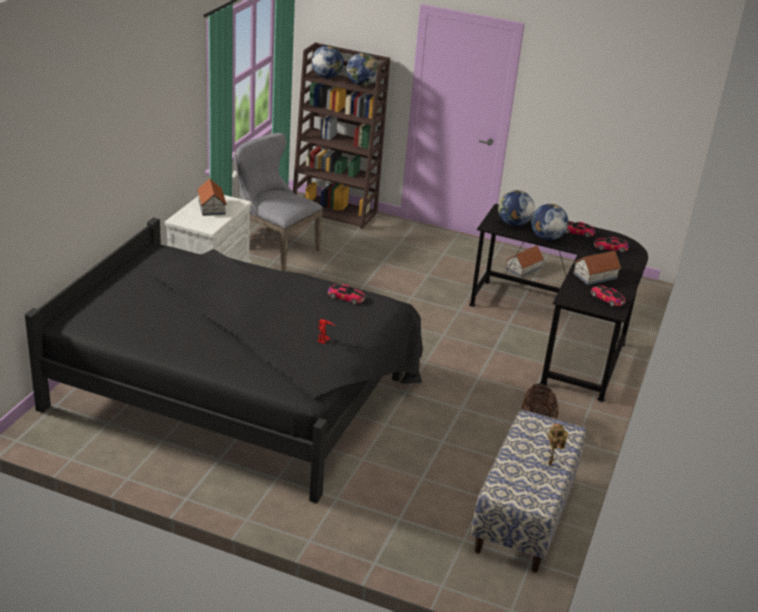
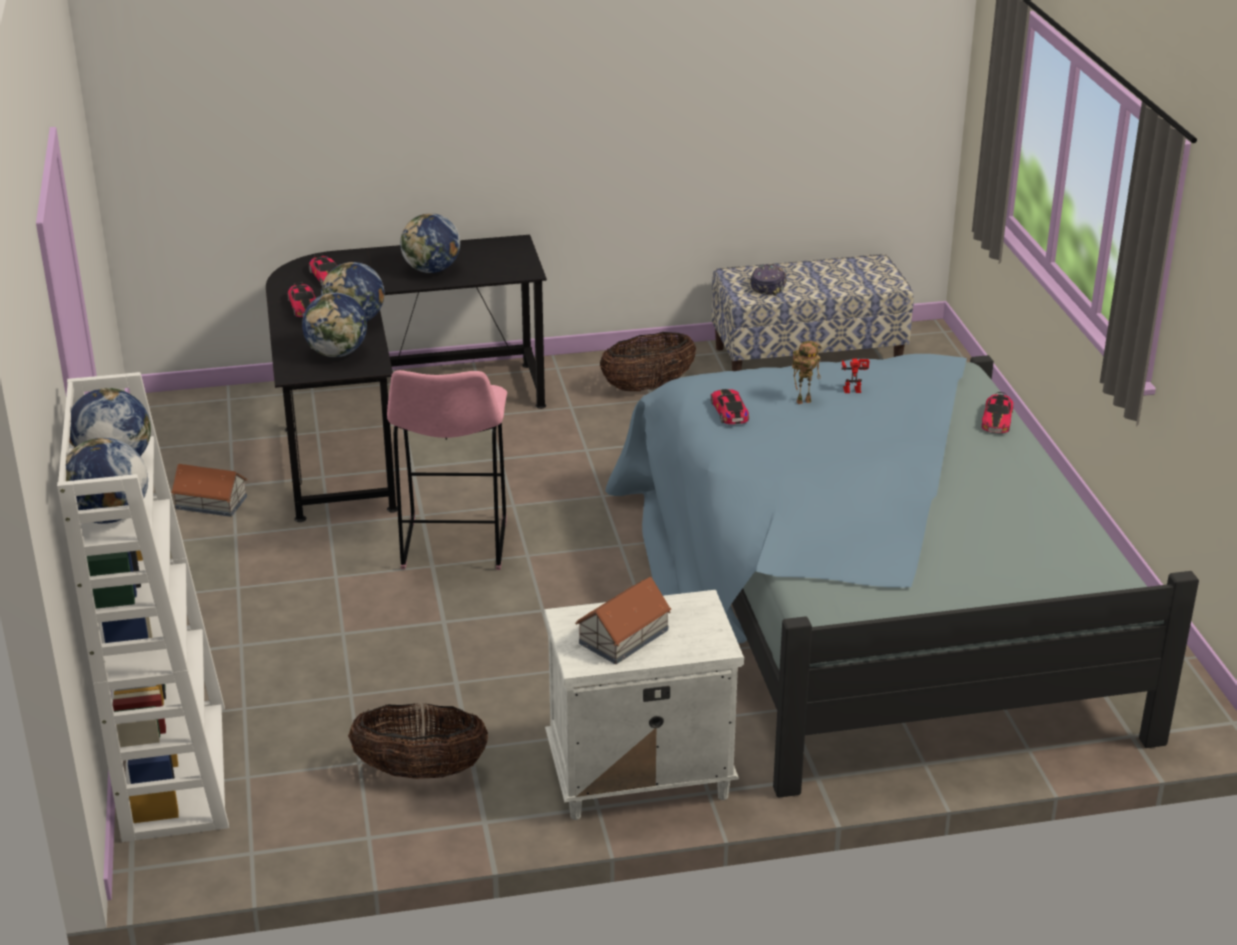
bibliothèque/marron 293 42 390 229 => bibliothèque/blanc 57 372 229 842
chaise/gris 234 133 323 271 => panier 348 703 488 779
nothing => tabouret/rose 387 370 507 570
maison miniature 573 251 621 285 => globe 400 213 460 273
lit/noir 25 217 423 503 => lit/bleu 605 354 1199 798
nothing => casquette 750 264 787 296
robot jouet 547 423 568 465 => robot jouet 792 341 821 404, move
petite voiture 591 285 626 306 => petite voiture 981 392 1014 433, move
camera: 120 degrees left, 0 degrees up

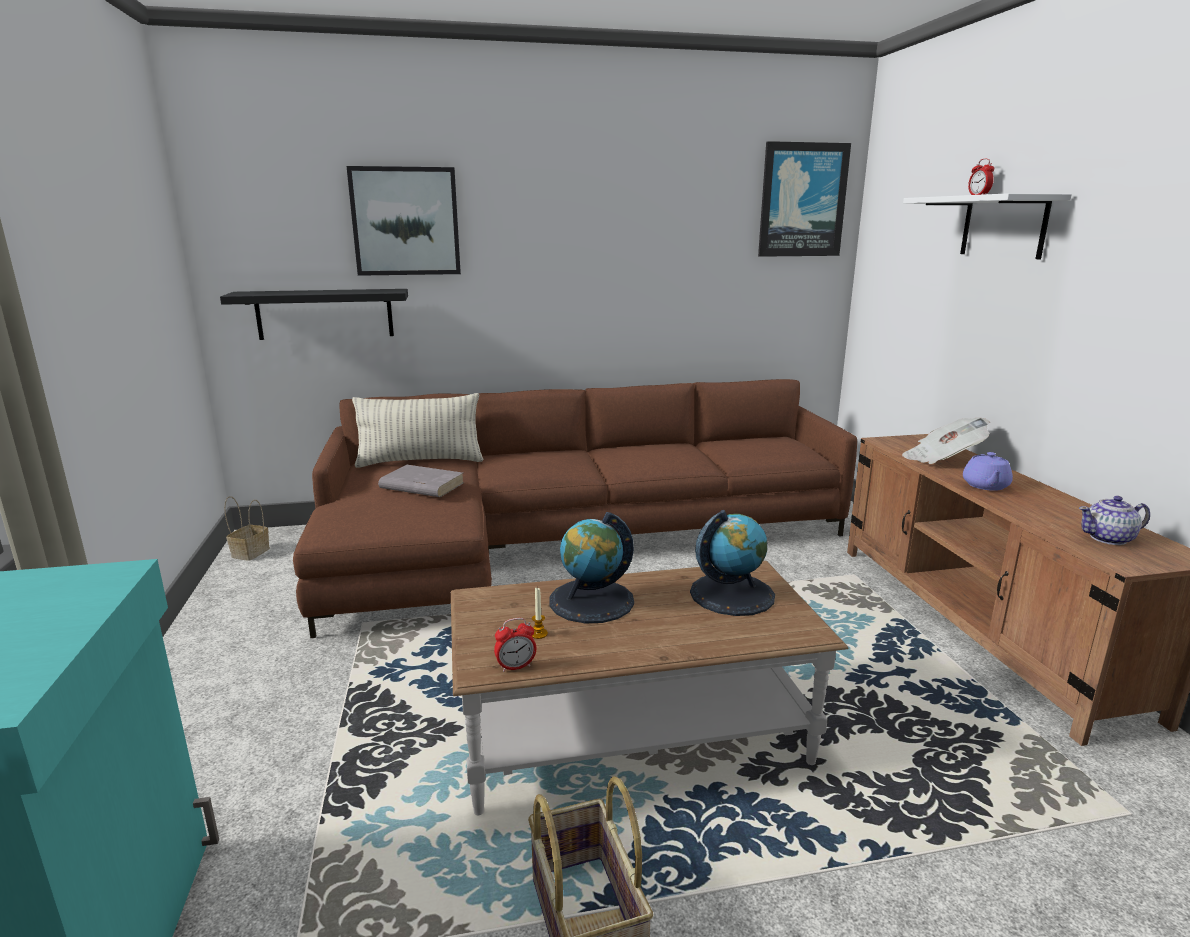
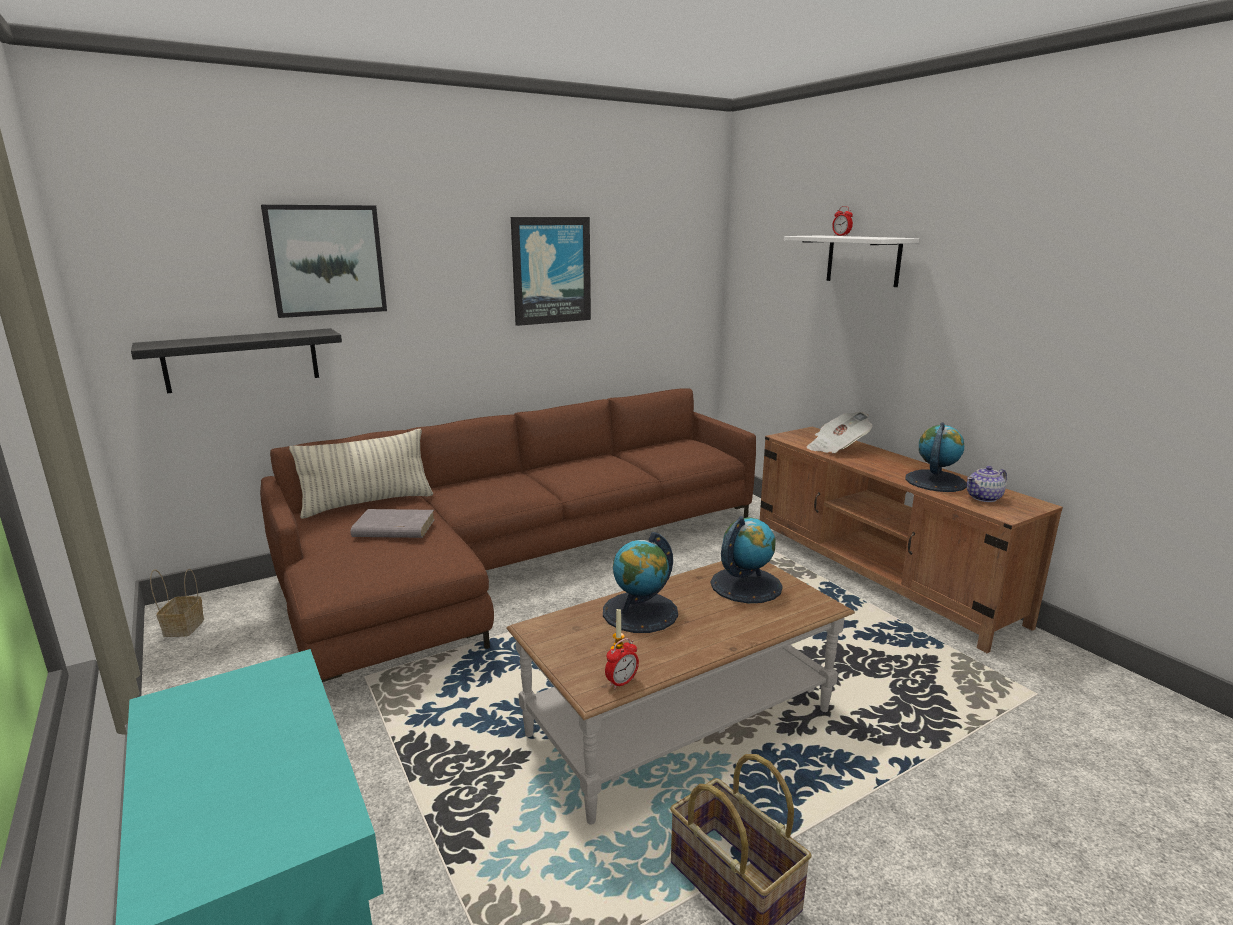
tableau 758 141 851 257 => tableau 511 217 591 326, move
nothing => globe 905 423 967 492
théière/violet 963 452 1013 491 => nothing
camera: 20 degrees left, 0 degrees up

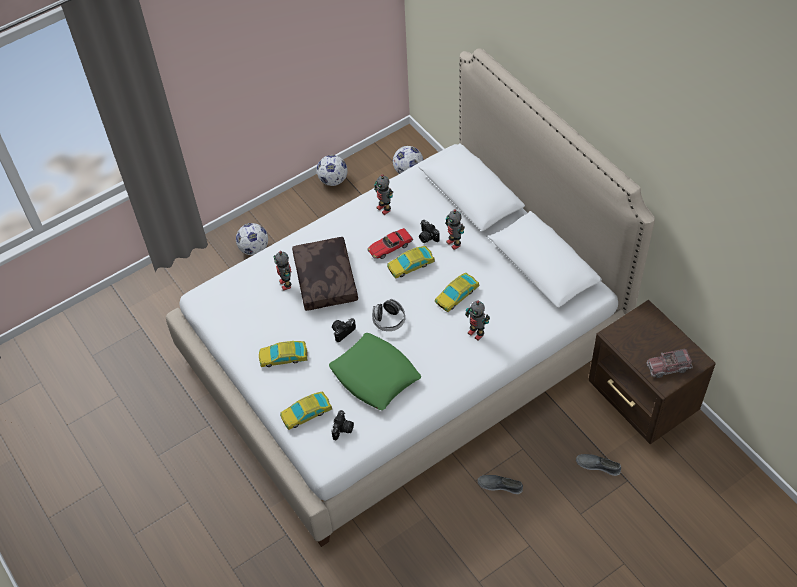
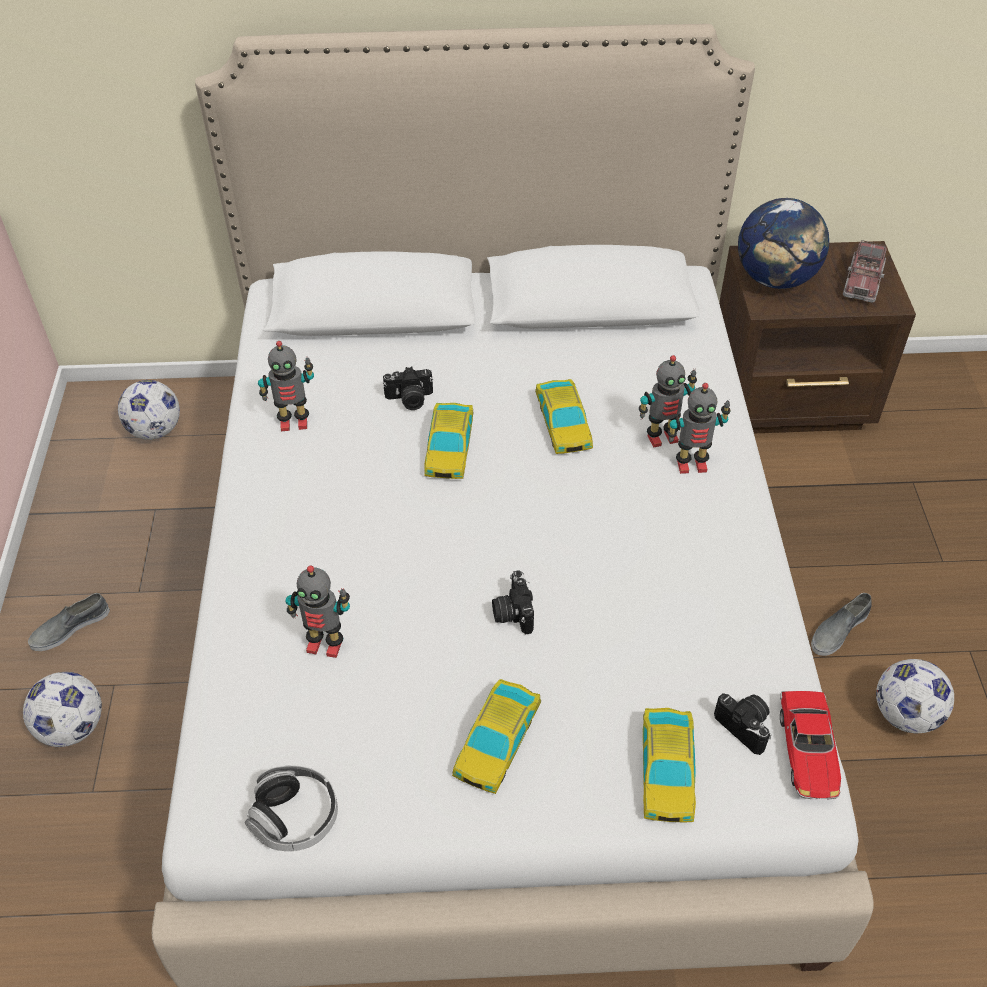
chaussure/gris 576 454 621 476 => chaussure/gris 28 593 110 651, move
casque audio 372 299 405 331 => casque audio 245 765 338 851, move
robot jouet 445 209 465 250 => robot jouet 668 383 731 474, move
nothing => globe 738 198 829 289
petite voiture 367 228 413 259 => petite voiture 780 691 841 800, move
ballon de foot 317 155 348 186 => ballon de foot 876 659 954 733, move
coussin/marron 292 237 358 311 => nothing
coussin/vert 329 333 421 410 => nothing
camera: 60 degrees left, 5 degrees down

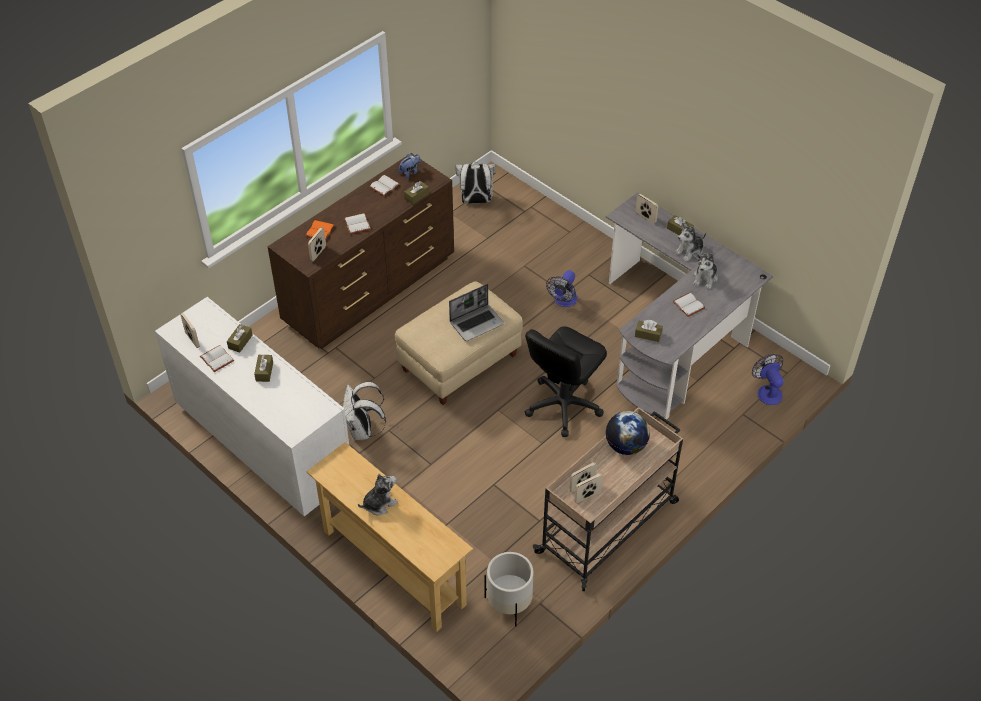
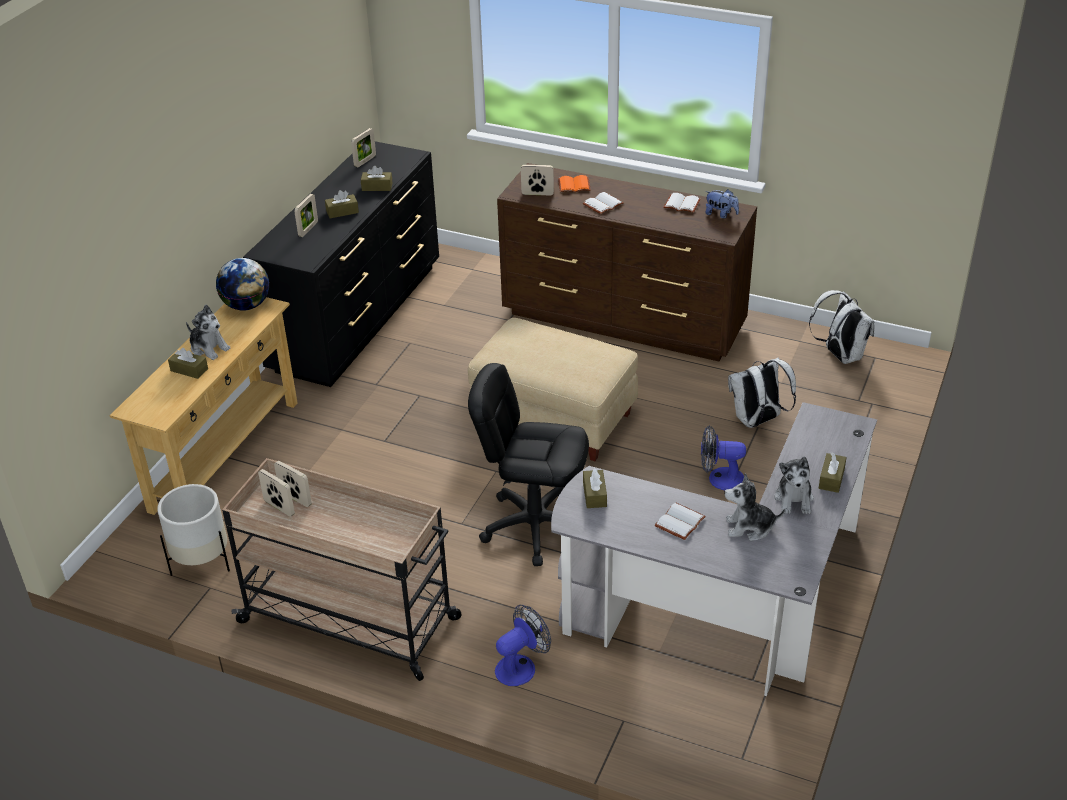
boîte à mouchoirs/marron 404 181 429 205 => boîte à mouchoirs/marron 168 348 208 379, move
globe 606 411 650 455 => globe 216 258 269 311, move
commode/blanc 155 297 349 516 => commode/noir 243 141 439 387
cadre photo 636 194 658 224 => cadre photo 294 194 318 237, move
ventilateur 752 354 784 405 => ventilateur 495 605 551 686, move
sac à dos/blanc 343 382 386 440 => sac à dos/blanc 728 358 796 428, move
peluche 675 222 706 262 => peluche 774 457 814 514, 120 degrees counterclockwise
livre/blanc 200 345 234 372 => nothing
ordinateur portable 449 284 504 341 => nothing
camera: 70 degrees right, 10 degrees down

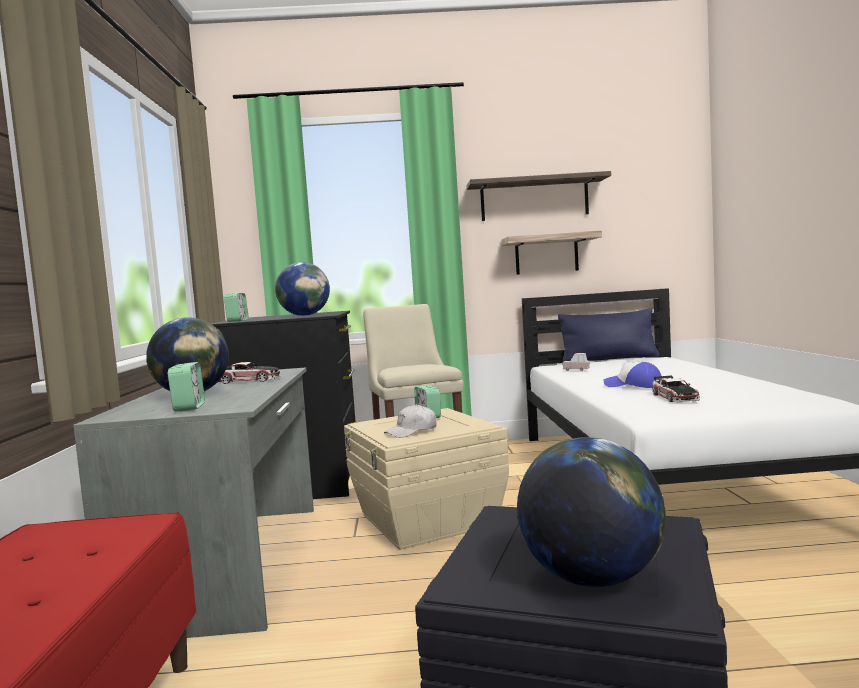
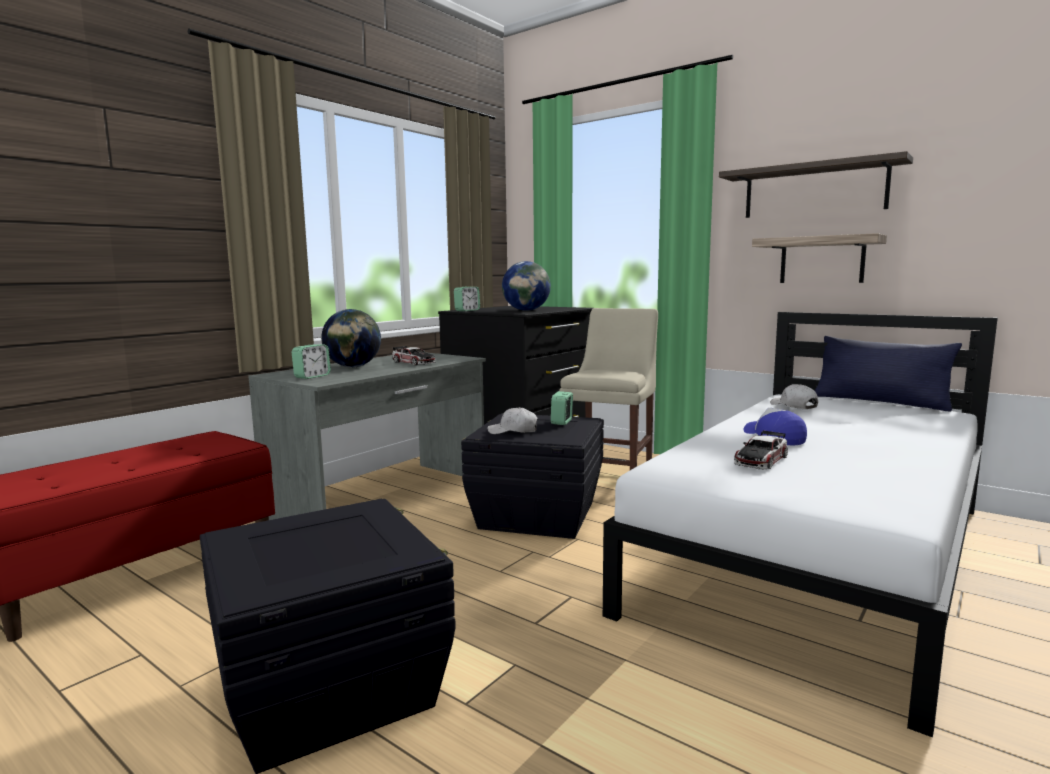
boîte de rangement/beige 344 408 509 550 => boîte de rangement/noir 461 413 604 539
petite voiture/rose 562 353 590 371 => casquette/blanc 770 384 818 409
globe 517 437 666 587 => nothing
camera: 40 degrees right, 5 degrees up

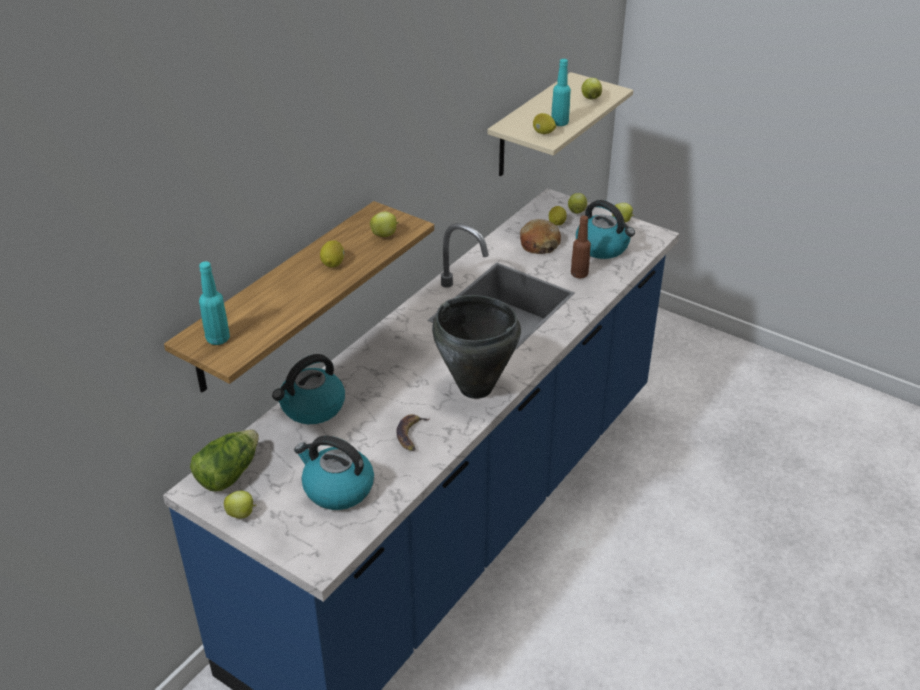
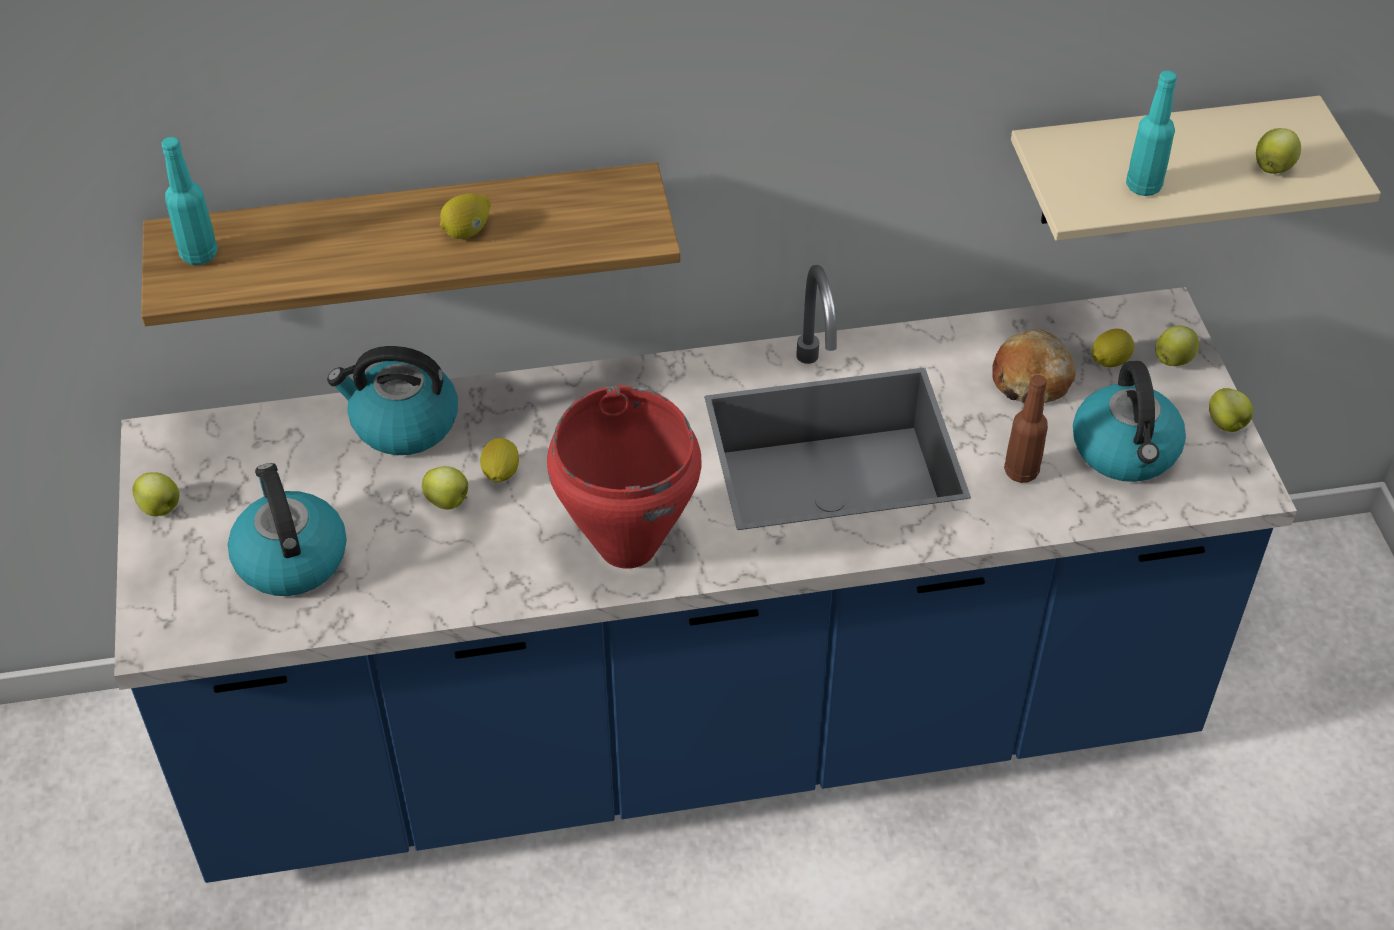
pomme 370 212 399 237 => pomme 422 466 468 510, move
citron 533 113 556 134 => citron 480 438 519 482, move
marmite/noir 432 295 521 399 => marmite/rouge 547 385 701 569
laitue 190 430 259 492 => nothing
banane 397 414 430 451 => nothing
camera: 45 degrees right, 10 degrees up

